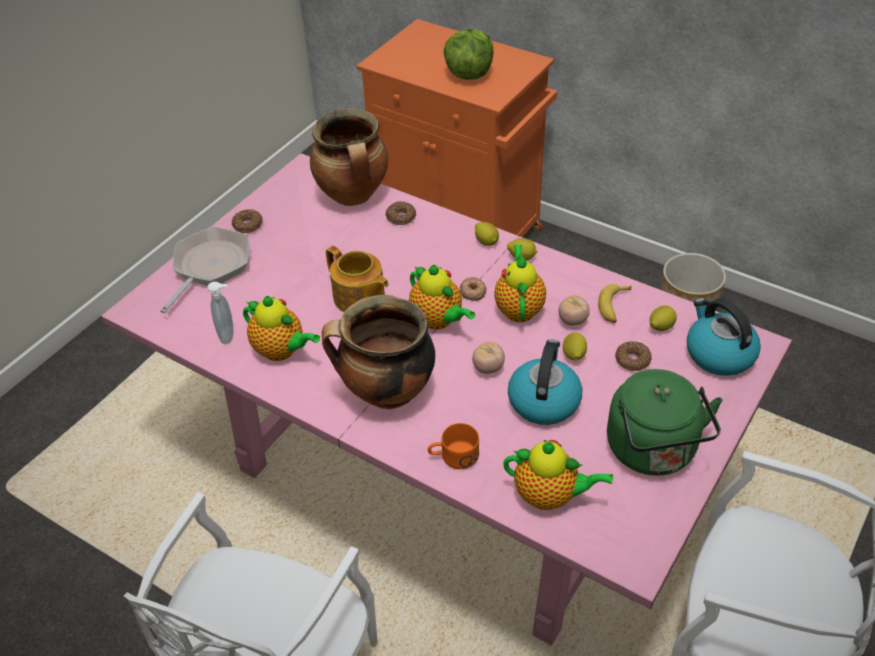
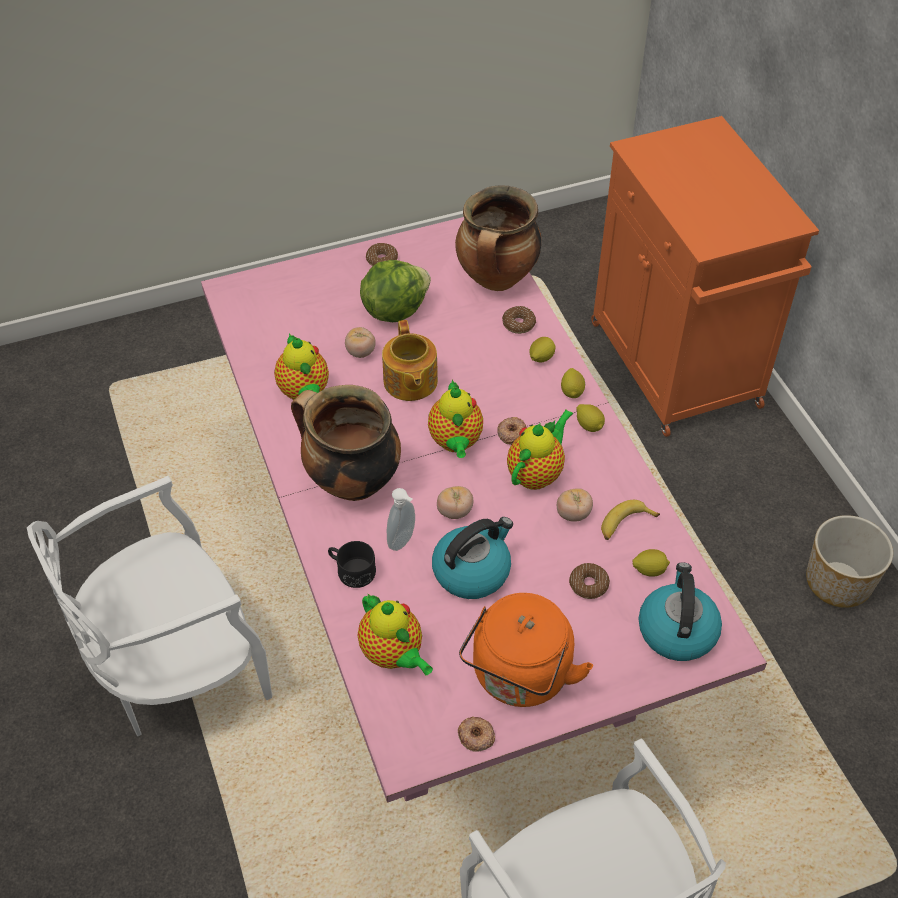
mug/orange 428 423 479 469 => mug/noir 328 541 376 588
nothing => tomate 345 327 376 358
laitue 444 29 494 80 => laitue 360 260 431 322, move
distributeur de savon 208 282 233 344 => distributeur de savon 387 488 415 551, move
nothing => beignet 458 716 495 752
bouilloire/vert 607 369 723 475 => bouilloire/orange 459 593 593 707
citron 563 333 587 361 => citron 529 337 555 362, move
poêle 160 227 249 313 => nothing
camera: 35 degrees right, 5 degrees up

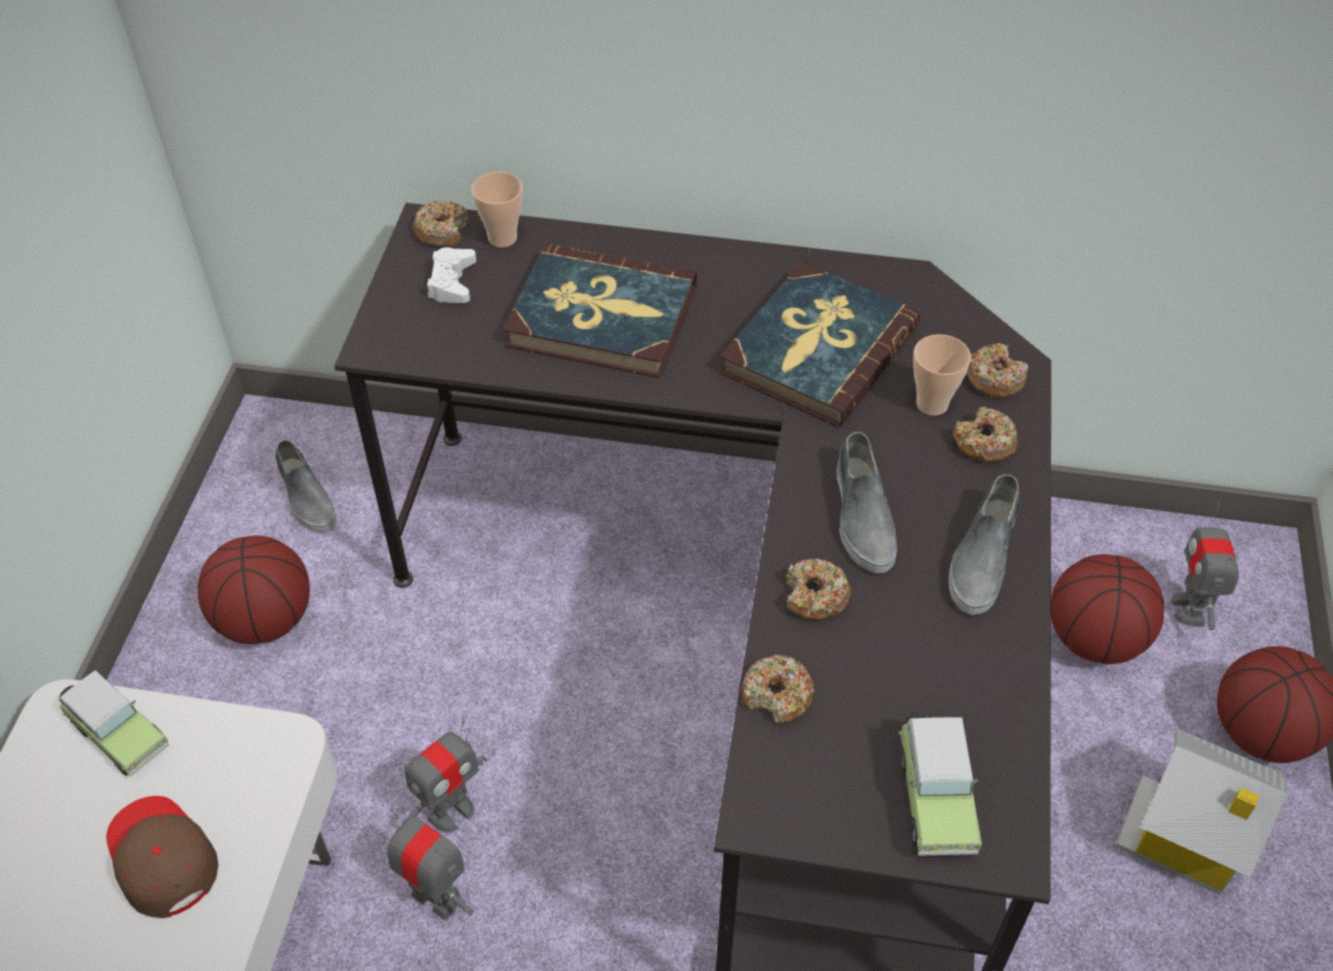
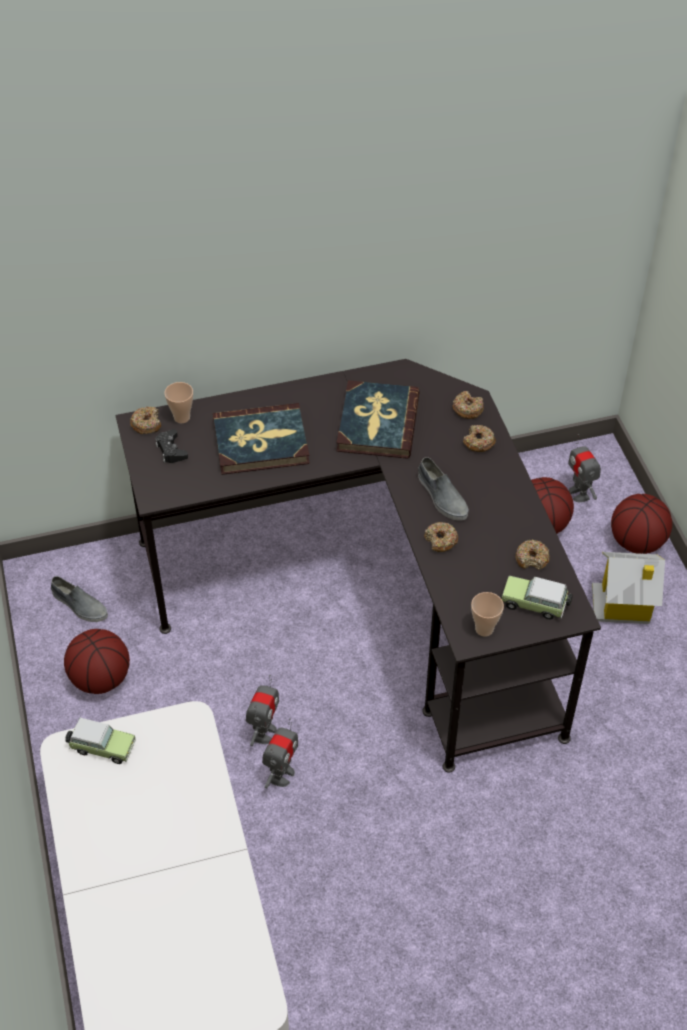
manette/blanc 427 247 476 303 => manette/noir 155 429 188 463
robot jouet 387 808 474 920 => robot jouet 262 718 298 789, 105 degrees clockwise
tasse 913 334 971 416 => tasse 471 592 504 637, move
petite voiture 899 711 982 856 => petite voiture 502 576 573 620, 135 degrees clockwise
beignet 742 655 814 723 => beignet 515 540 550 570, move
casquette/marron 106 796 219 918 => nothing
chaussure/gris 949 474 1021 615 => nothing
camera: 25 degrees left, 0 degrees up

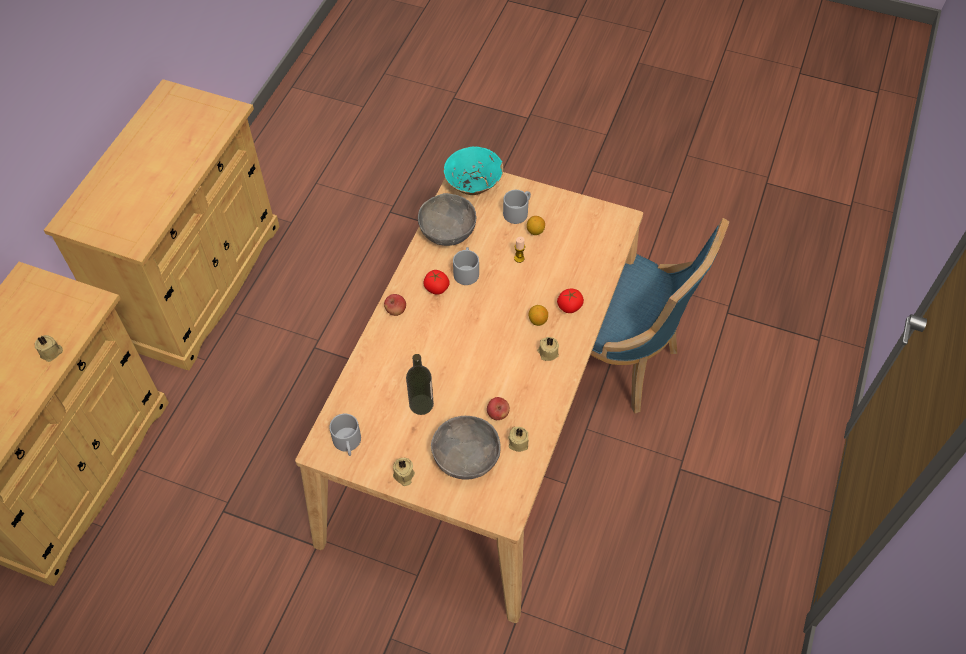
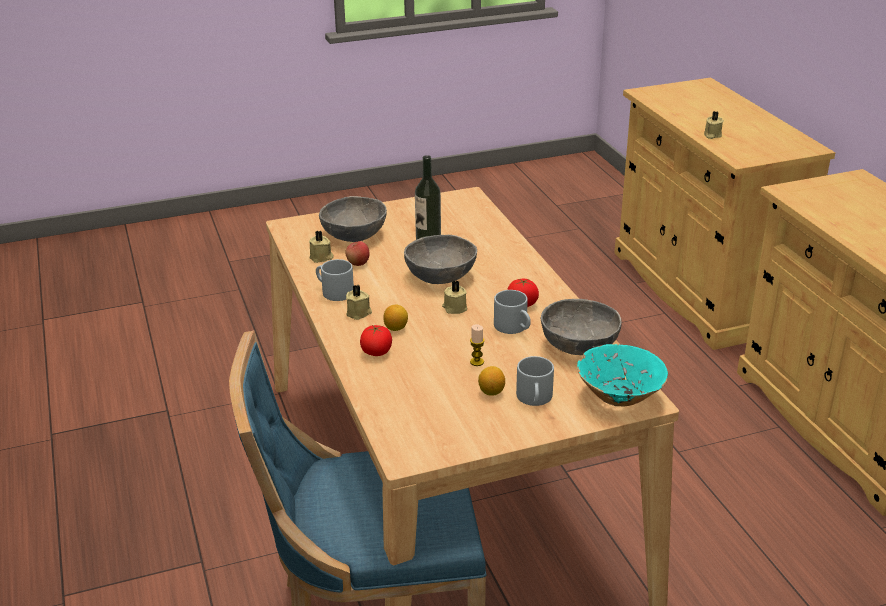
mug/gris 329 414 361 456 => mug/gris 316 259 354 301, move
nothing => bol/gris 404 235 477 284
bougie/beige 393 458 415 486 => bougie/beige 442 281 467 314, move
pomme 384 294 406 316 => nothing
camera: 140 degrees right, 25 degrees down

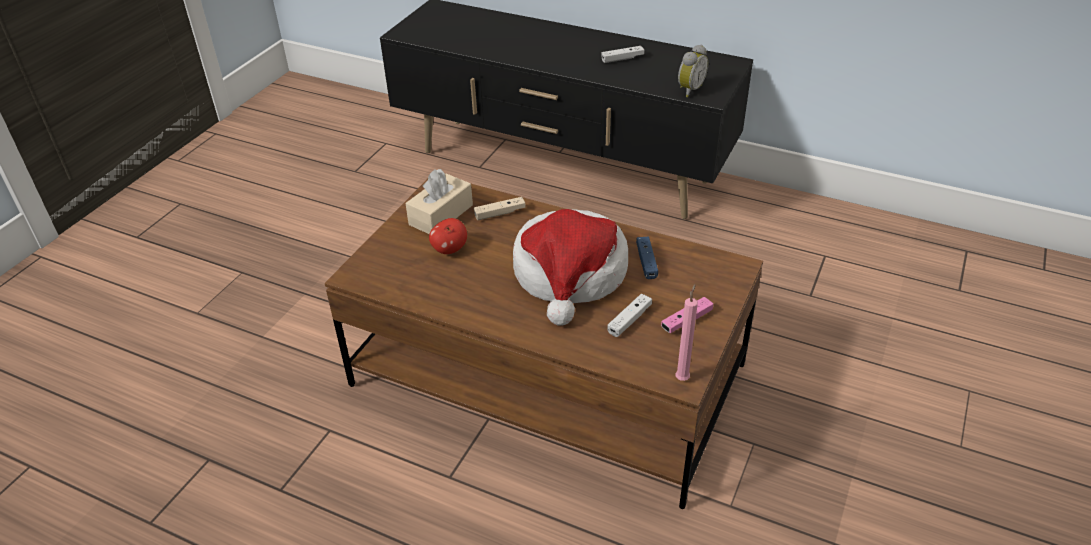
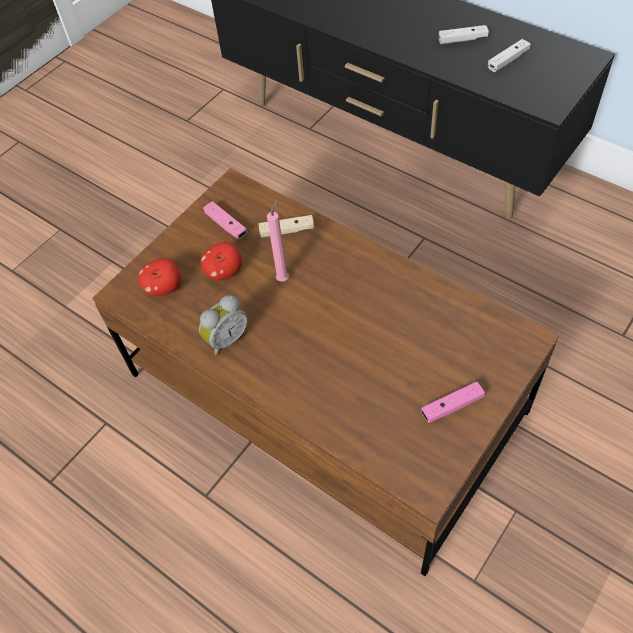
nothing => pomme 138 258 181 296
réveil 678 44 708 97 => réveil 199 295 248 355, move
boîte à mouchoirs/beige 405 169 473 234 => manette/rose 203 201 247 239
bougie/rose 675 284 698 381 => bougie/rose 267 199 289 282, move
manette/blanc 608 294 652 337 => manette/blanc 488 39 531 72, move
chapeau 513 209 628 326 => nothing
manette/bleu 636 237 658 279 => nothing
camera: 15 degrees right, 15 degrees up

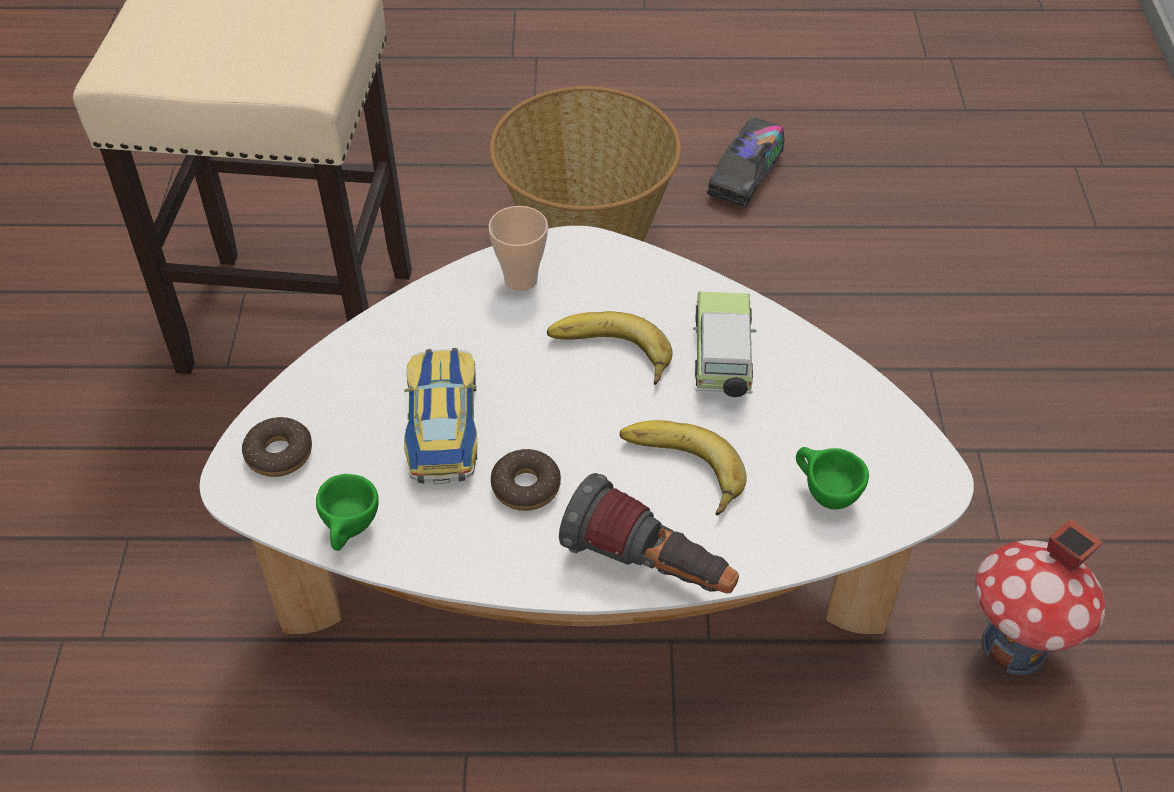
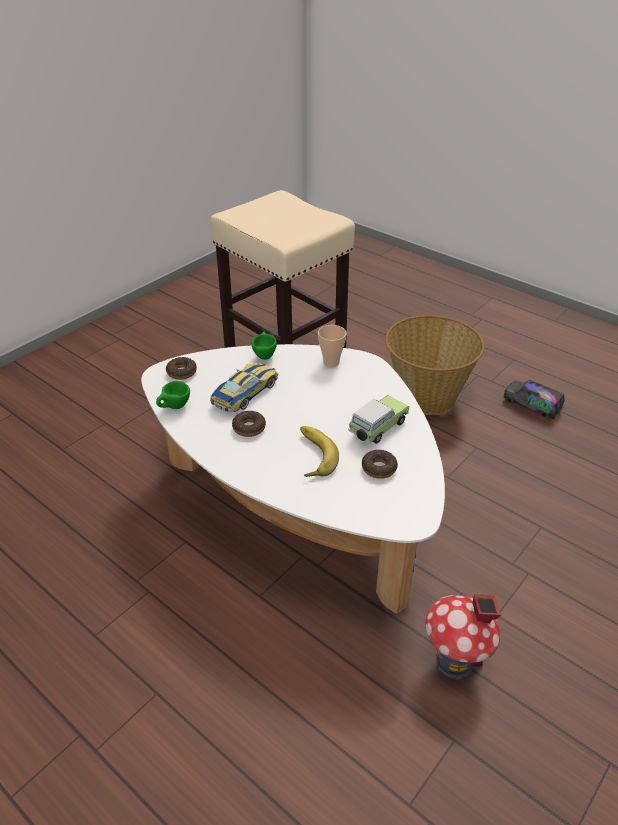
tasse/vert 796 447 869 509 => tasse/vert 252 332 277 360, move
nothing => beignet 362 450 398 479
camion jouet 707 117 785 208 => camion jouet 504 380 565 419, 60 degrees clockwise
banane 547 311 672 385 => nothing
lampe de poche 559 473 739 594 => nothing
camera: 40 degrees right, 10 degrees down

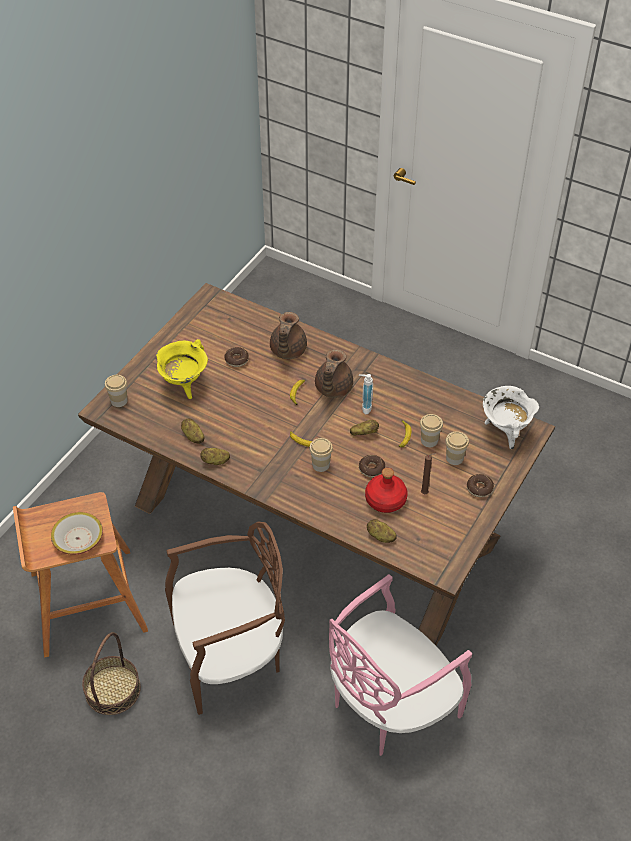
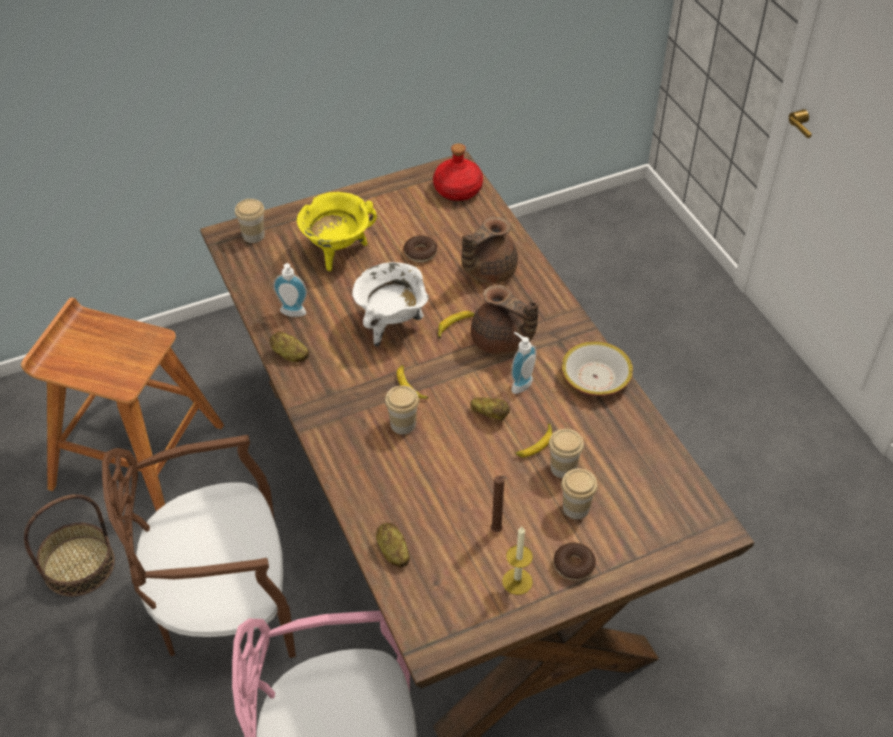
chaise/marron 165 522 285 715 => chaise/marron 102 435 296 658, 150 degrees clockwise
pomme de terre 181 418 205 444 => distributeur de savon 273 263 307 317
marmite/blanc 483 386 539 449 => marmite/blanc 352 262 429 346, move
bouteille/rouge 365 468 408 513 => bouteille/rouge 433 143 483 201, move
théière/marron 315 349 353 398 => théière/marron 471 285 539 354, 105 degrees counterclockwise
nothing => bougie 502 527 533 595
bol 51 512 103 555 => bol 561 341 633 396, move
beignet 359 455 385 477 => nothing
camera: 35 degrees right, 0 degrees up

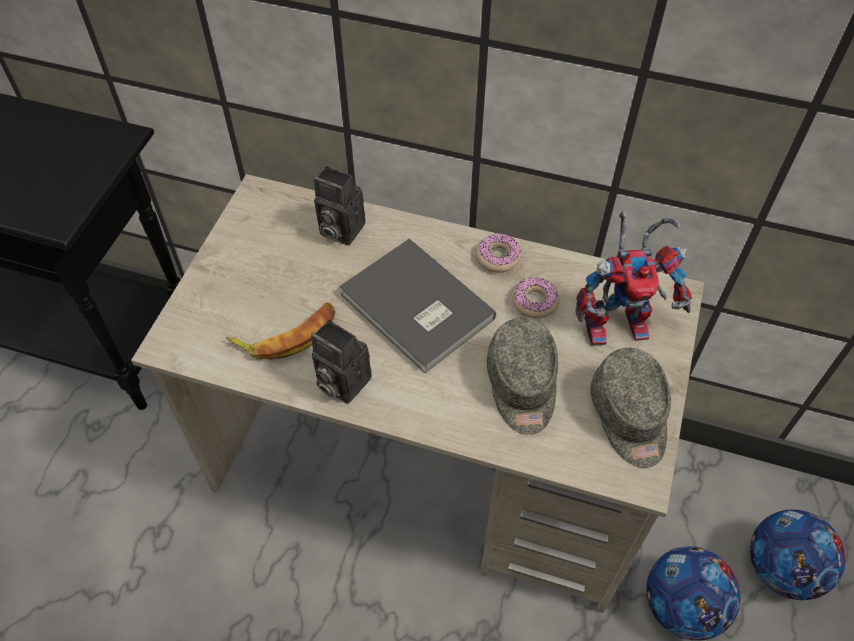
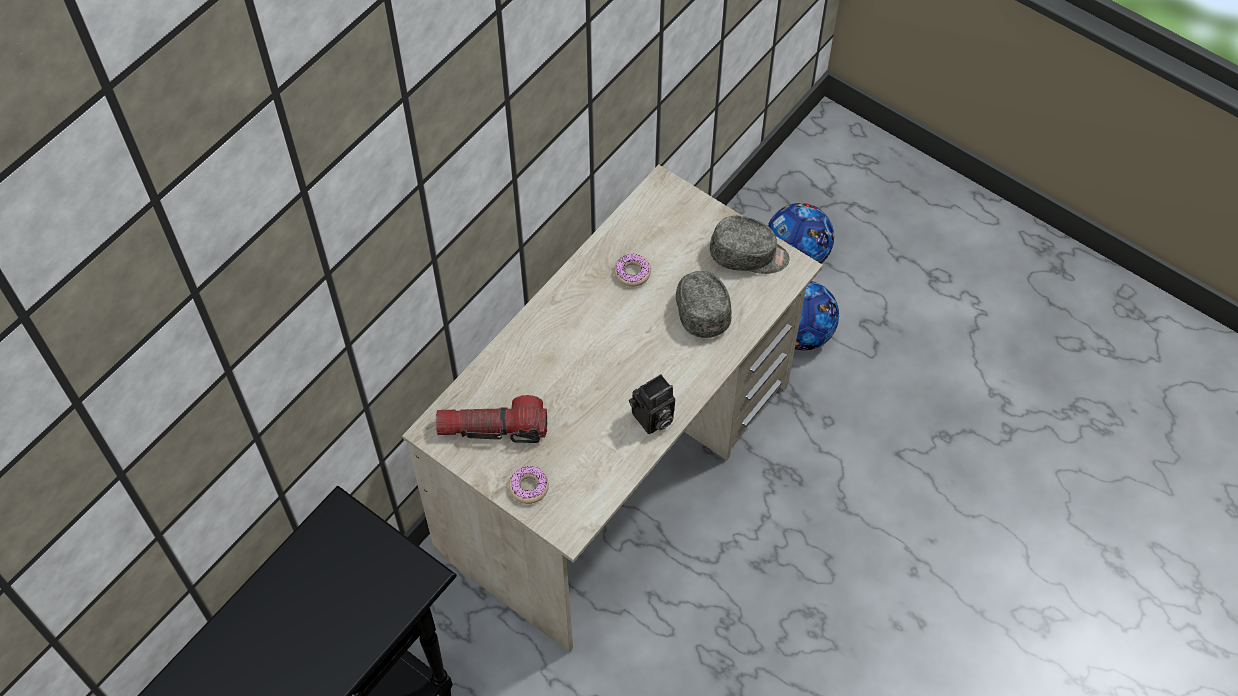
nothing => lampe de poche 436 395 547 443
beignet 476 233 521 273 => beignet 509 466 549 504, move
casquette/gris 487 318 558 435 => casquette/gris 676 271 732 338, 120 degrees counterclockwise
banane 226 302 335 359 => nothing
appareil photo 314 166 365 245 => nothing
livre/gris 340 239 496 373 => nothing
robot jouet 575 211 692 346 => nothing
camera: 70 degrees left, 5 degrees up

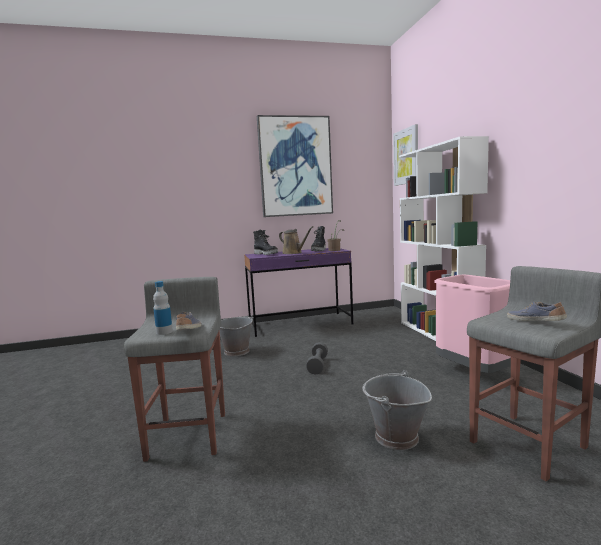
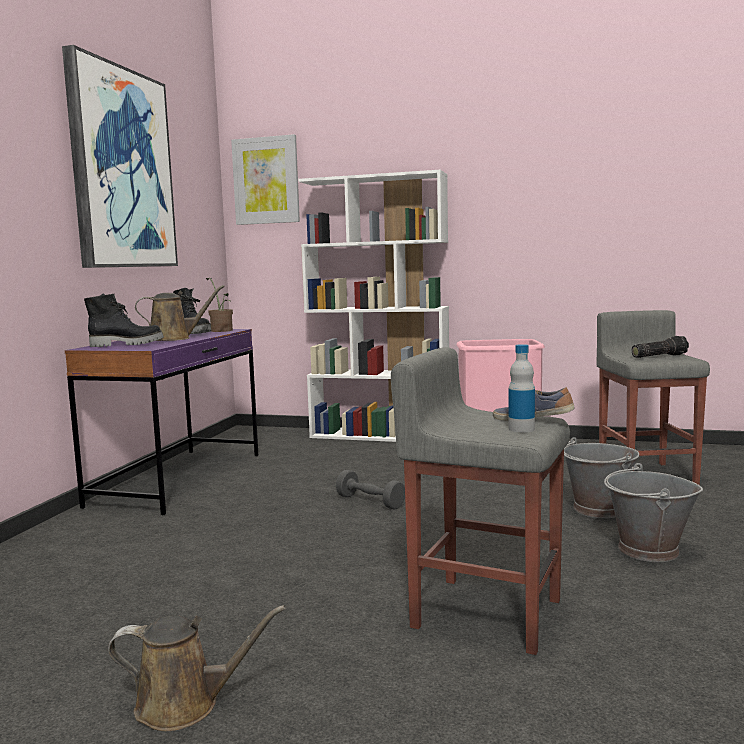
nothing => arrosoir/marron 108 605 285 731
seau/gris 219 316 254 356 => seau/gris 604 463 703 562, move
chaussure 507 302 567 321 => lampe de poche 631 336 689 358
camera: 60 degrees left, 0 degrees up

